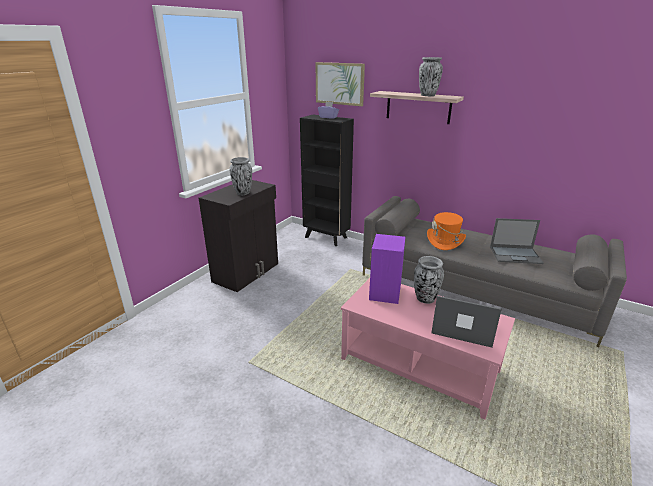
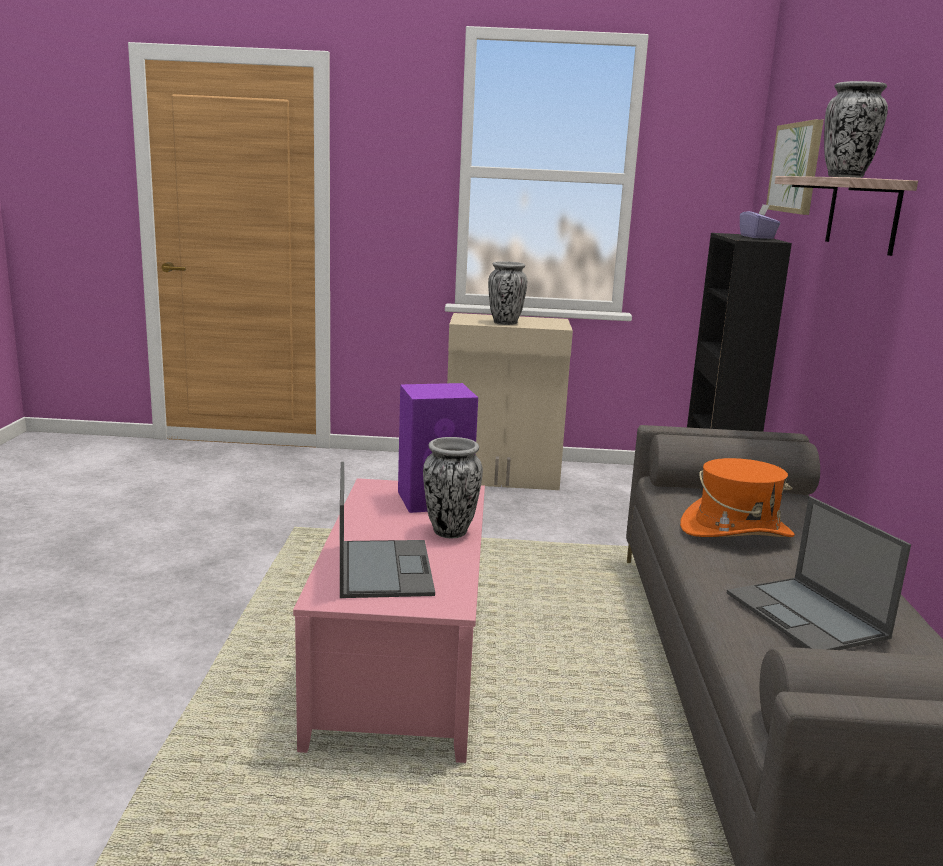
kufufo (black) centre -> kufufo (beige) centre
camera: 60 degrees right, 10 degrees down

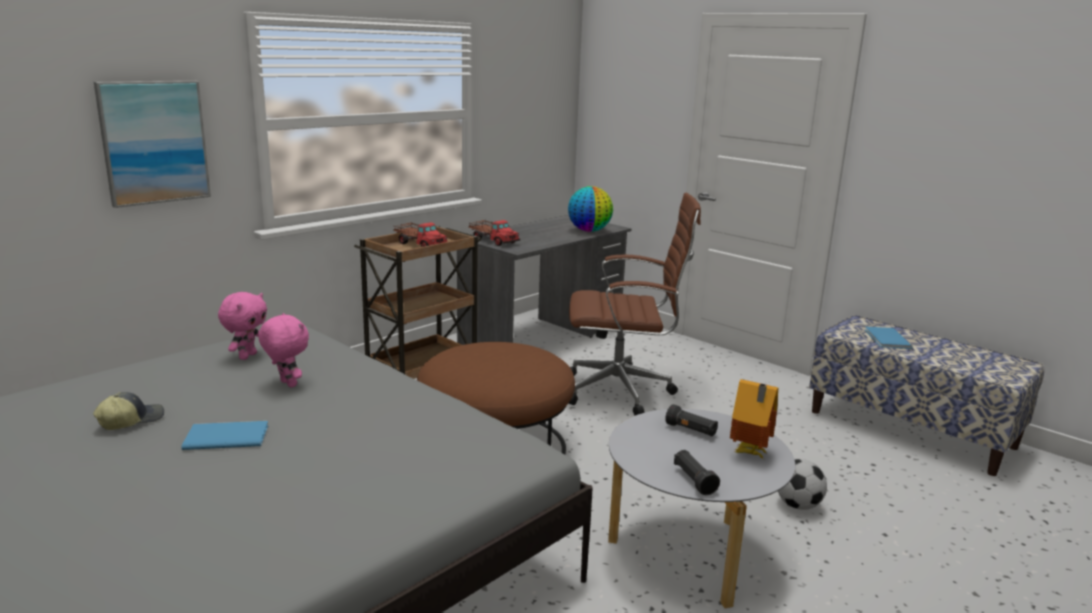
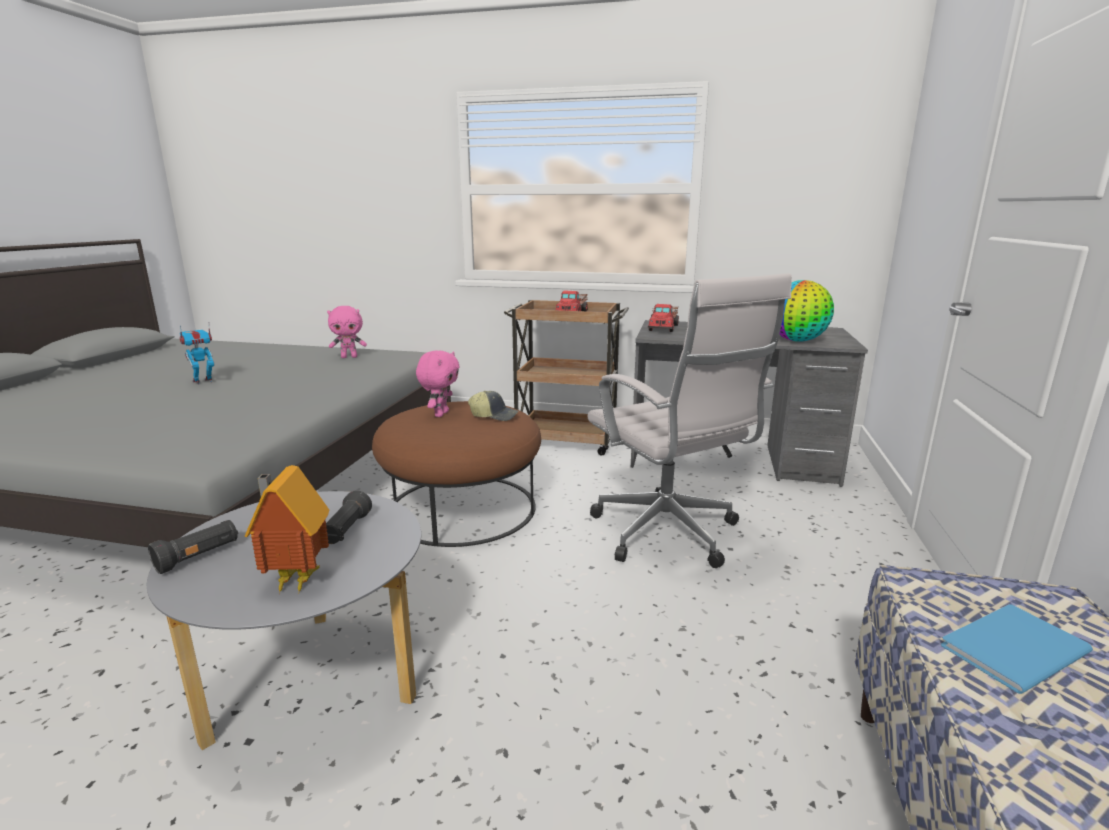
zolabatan bottom left -> zolabatan centre, moved
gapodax top left -> none
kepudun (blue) (1st from left) bottom left -> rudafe middle left
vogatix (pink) (2nd from left) middle left -> vogatix (pink) (2nd from left) centre, moved
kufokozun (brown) centre -> kufokozun (white) centre
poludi bottom right -> none
camera: 60 degrees right, 0 degrees up

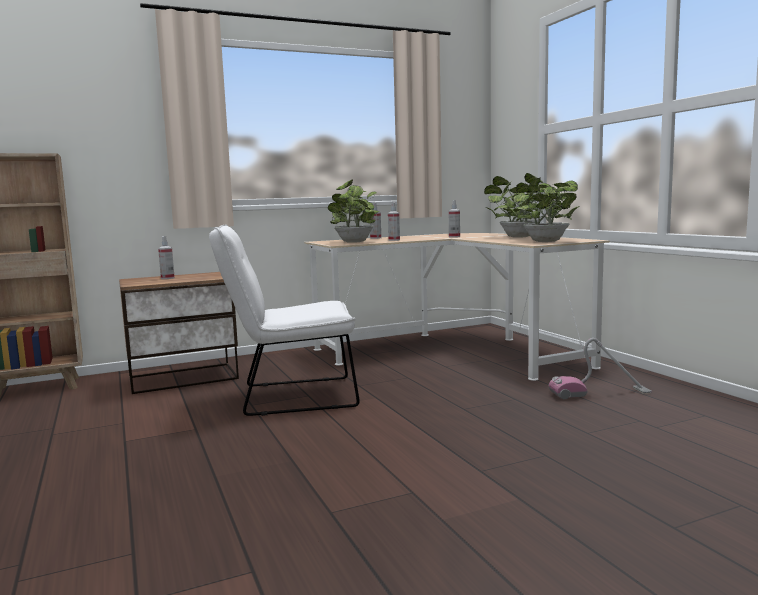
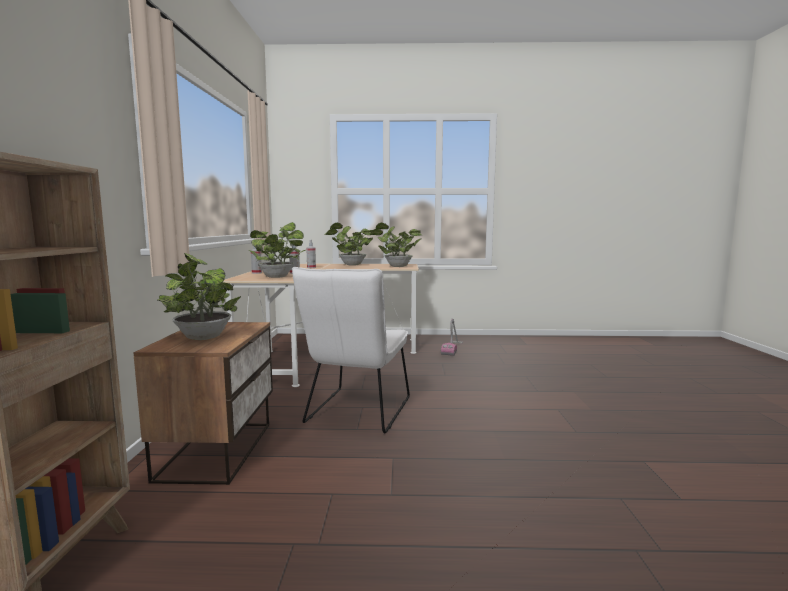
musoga (1st from left) middle left -> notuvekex (1st from left) middle left
camera: 65 degrees left, 0 degrees up

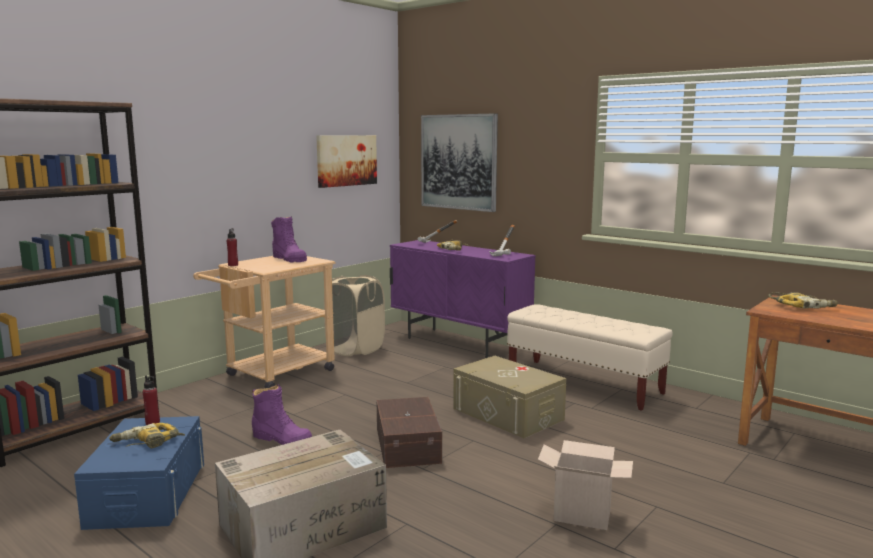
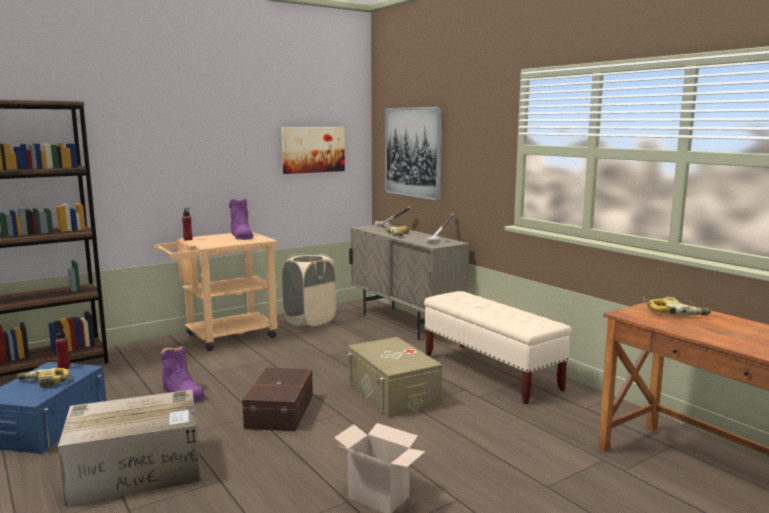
kufufo (purple) centre -> kufufo (beige) centre
camera: 15 degrees right, 0 degrees up

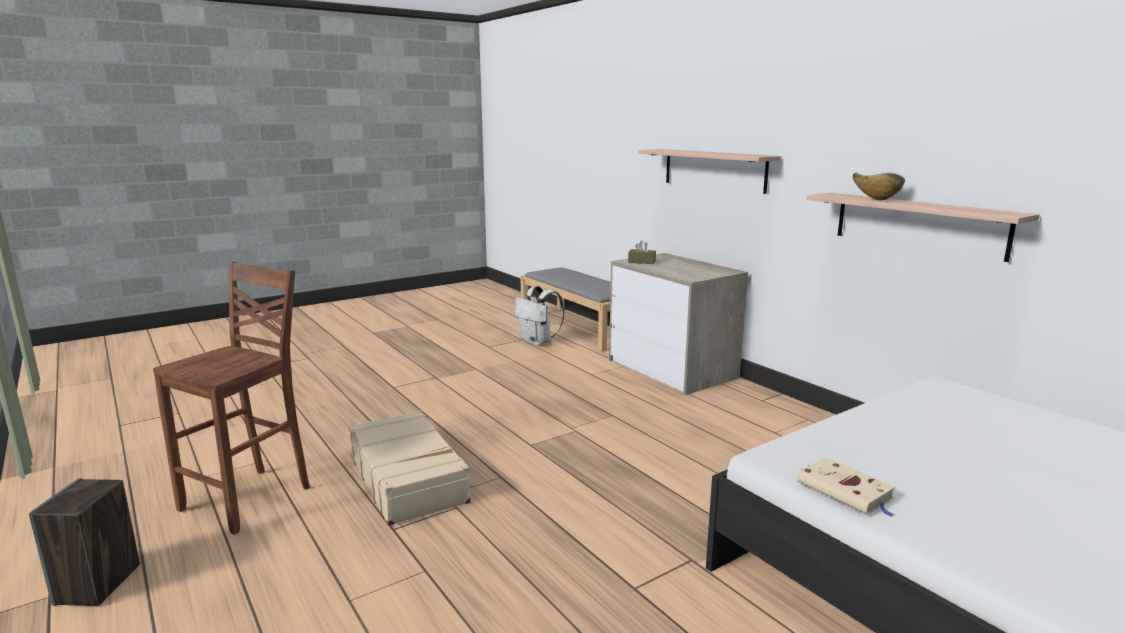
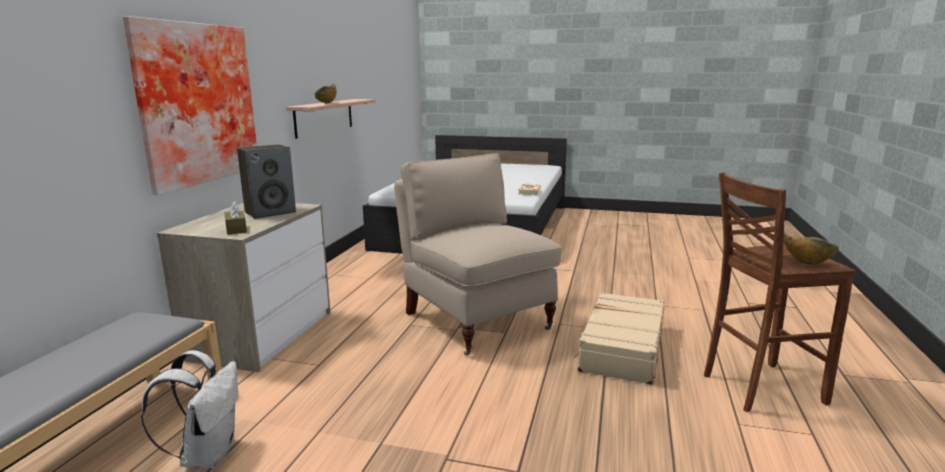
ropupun bottom left -> ropupun middle left, moved
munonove (1st from left) top centre -> gapodax top left
none -> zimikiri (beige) centre
none -> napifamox (2nd from left) middle right
camera: 130 degrees left, 0 degrees up

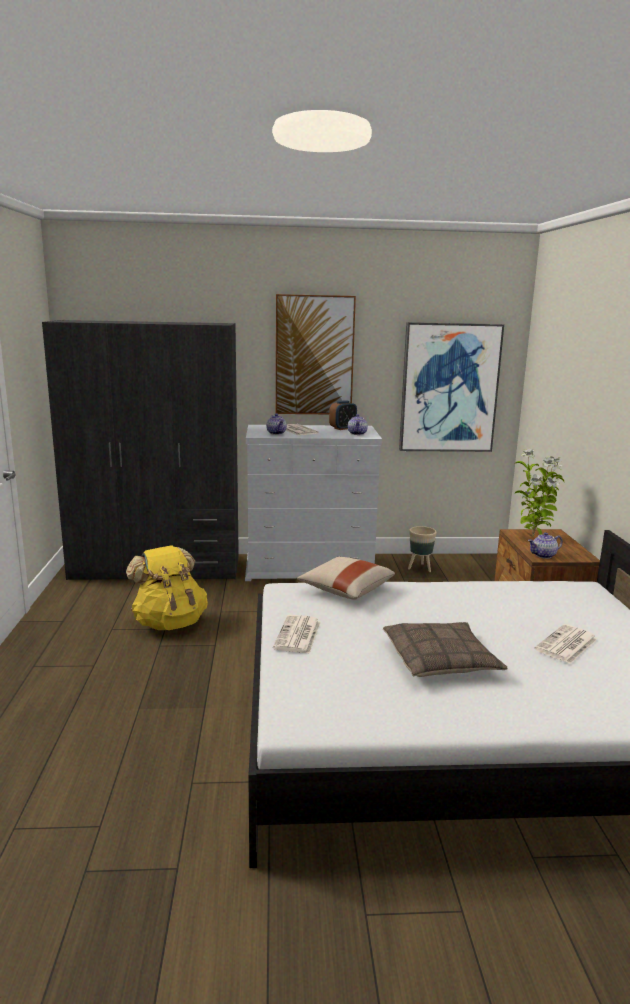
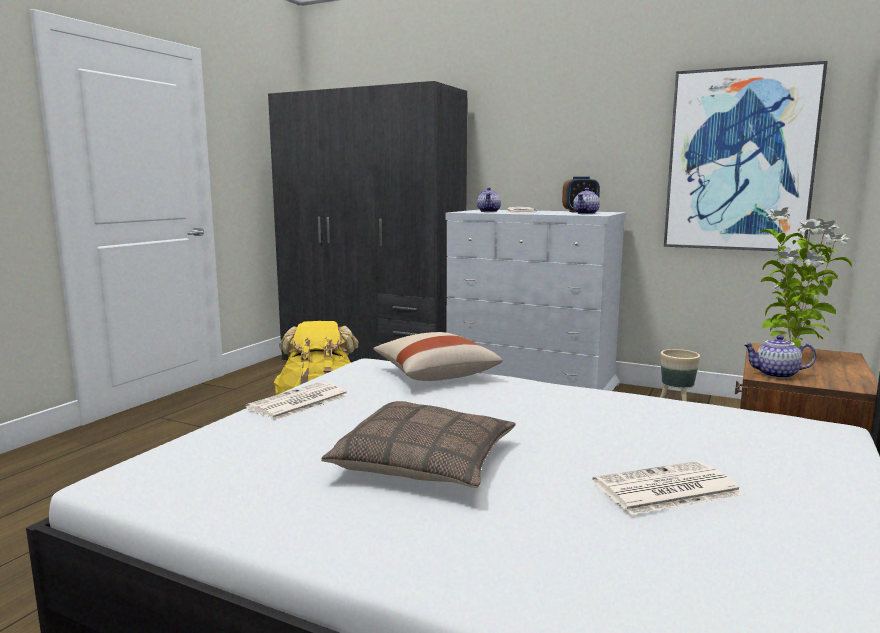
gapodax (1st from left) centre -> none
camera: 30 degrees right, 5 degrees down

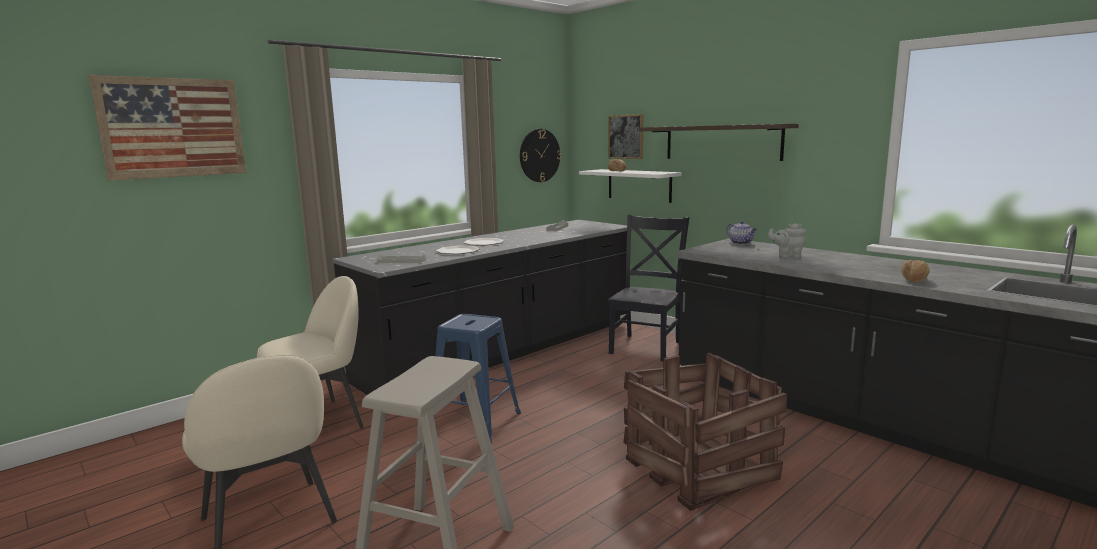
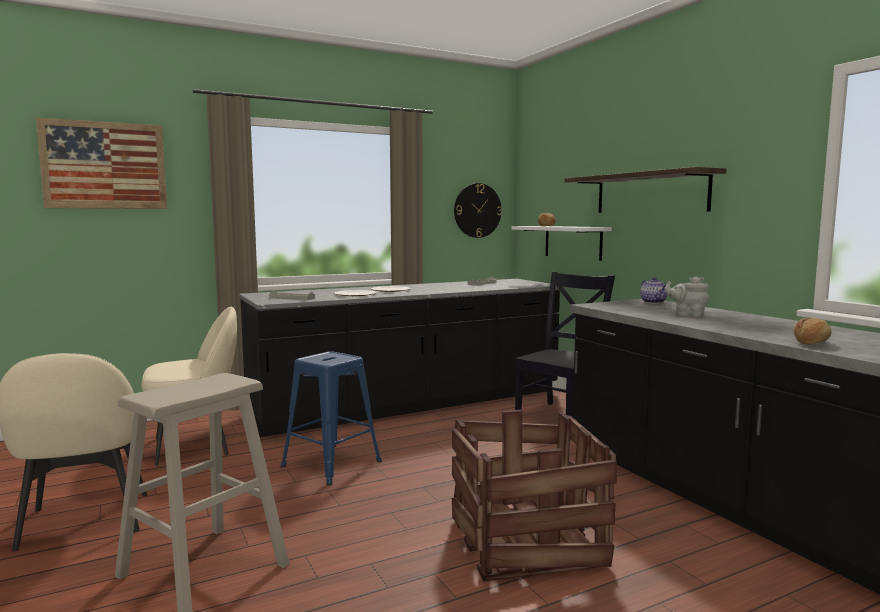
gapodax (2nd from left) top centre -> none
camera: 15 degrees right, 5 degrees down

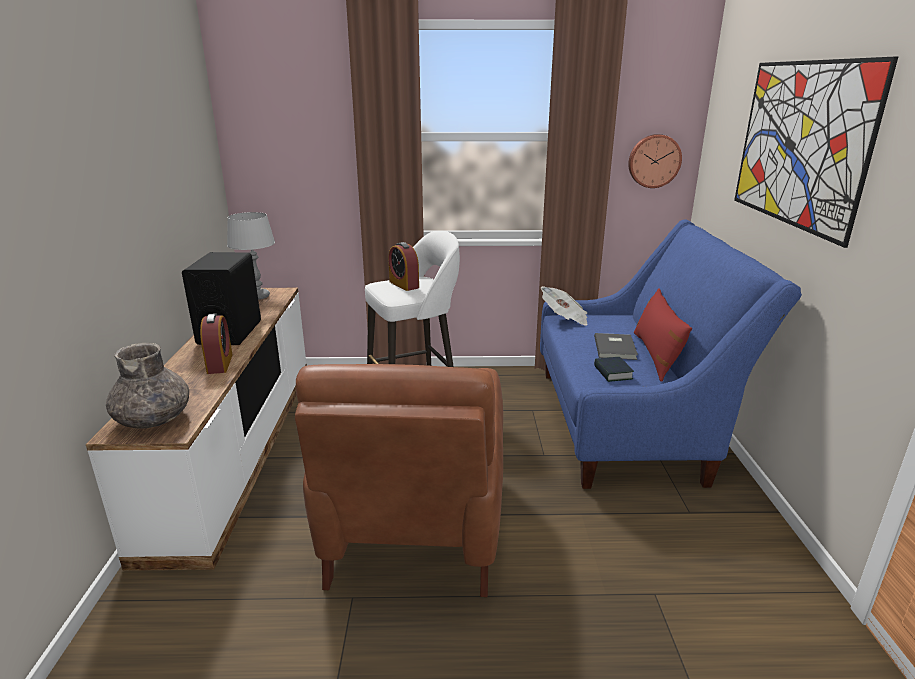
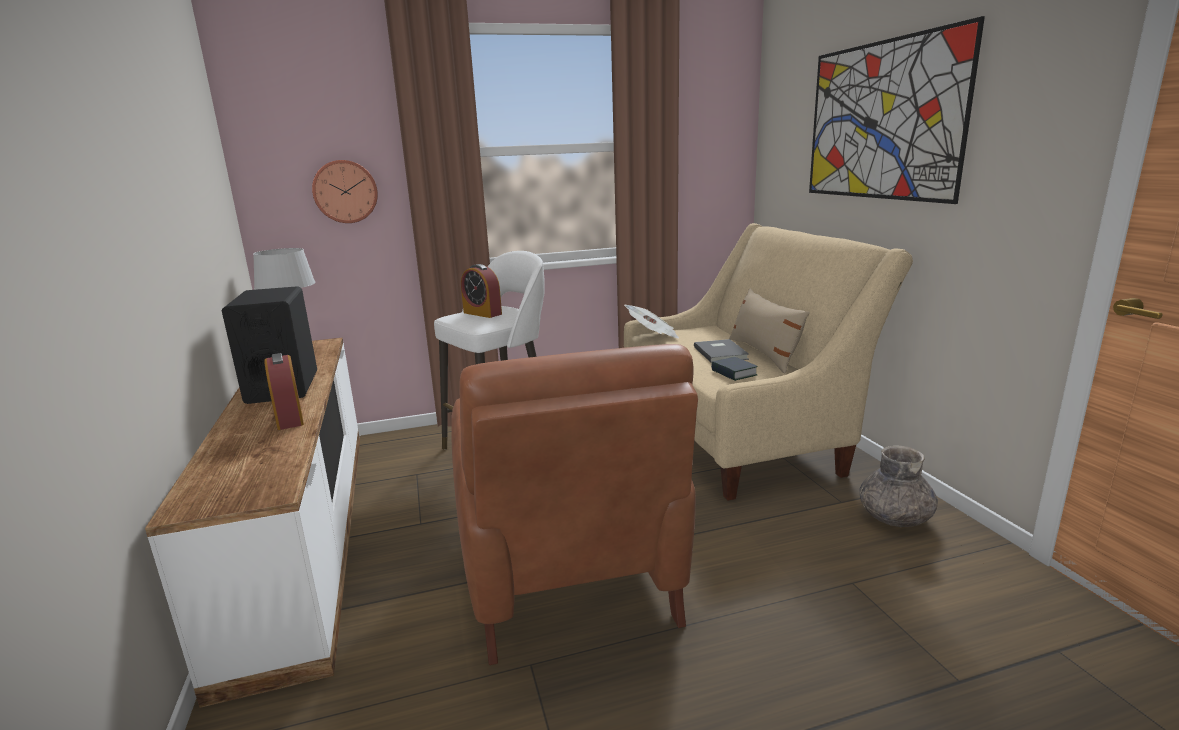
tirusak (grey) middle left -> tirusak (grey) middle right, moved
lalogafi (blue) middle right -> lalogafi (beige) centre
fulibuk top right -> fulibuk top left, moved
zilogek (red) middle right -> zilogek (beige) centre
camera: 15 degrees left, 5 degrees down

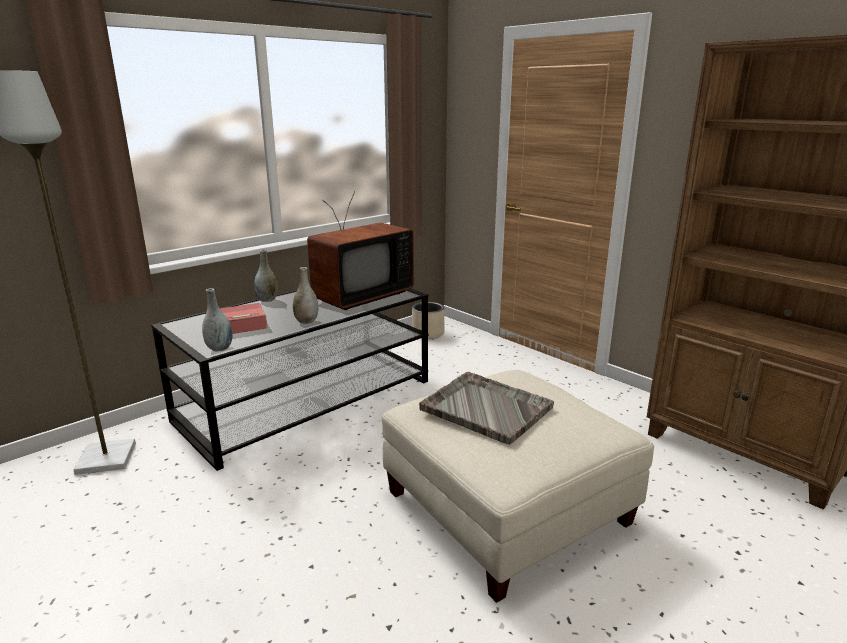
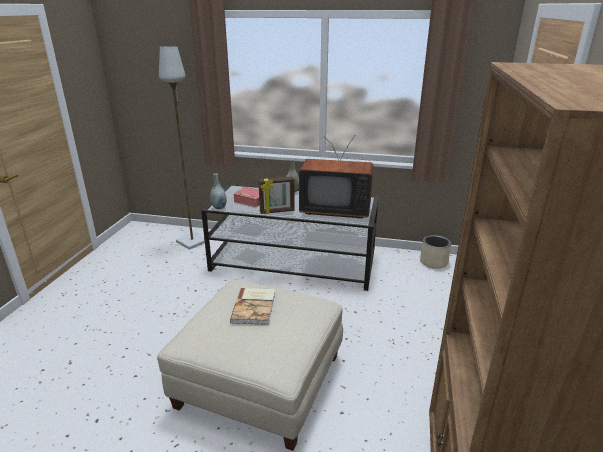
tirusak (grey) (3rd from left) centre -> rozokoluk centre
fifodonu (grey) centre -> kepudun bottom centre
camera: 55 degrees right, 5 degrees up

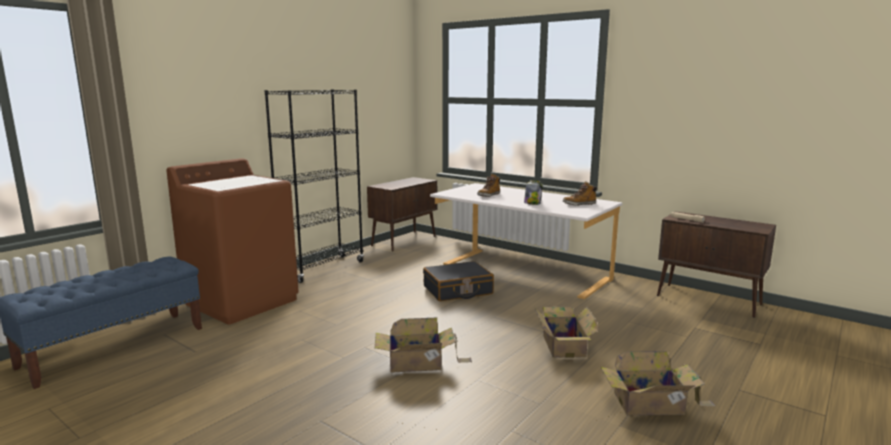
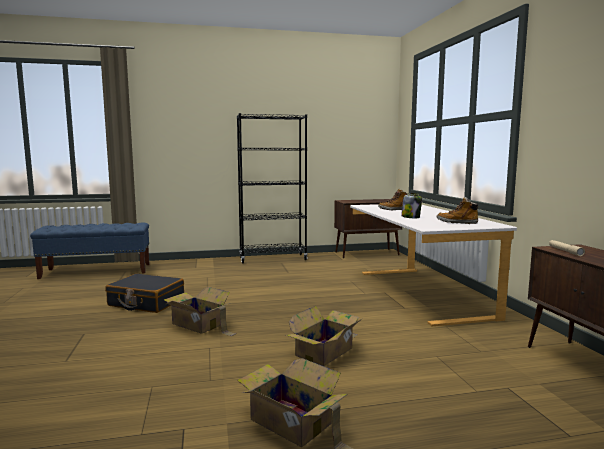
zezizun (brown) middle left -> none
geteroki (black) centre -> geteroki (black) middle left, moved
camera: 40 degrees right, 5 degrees down

